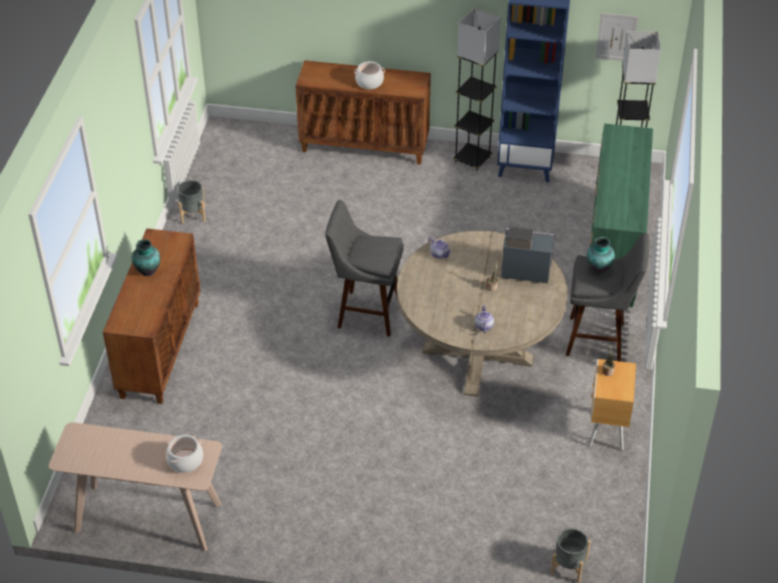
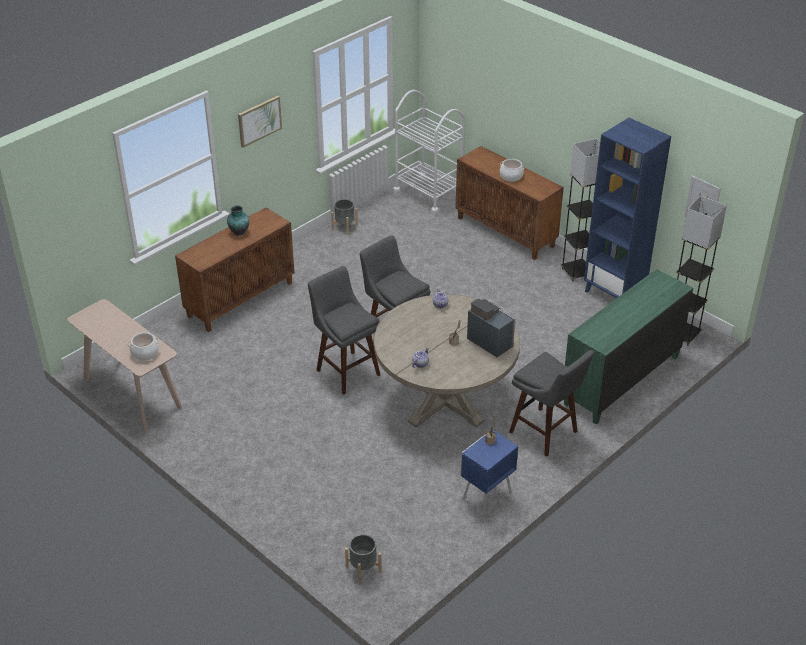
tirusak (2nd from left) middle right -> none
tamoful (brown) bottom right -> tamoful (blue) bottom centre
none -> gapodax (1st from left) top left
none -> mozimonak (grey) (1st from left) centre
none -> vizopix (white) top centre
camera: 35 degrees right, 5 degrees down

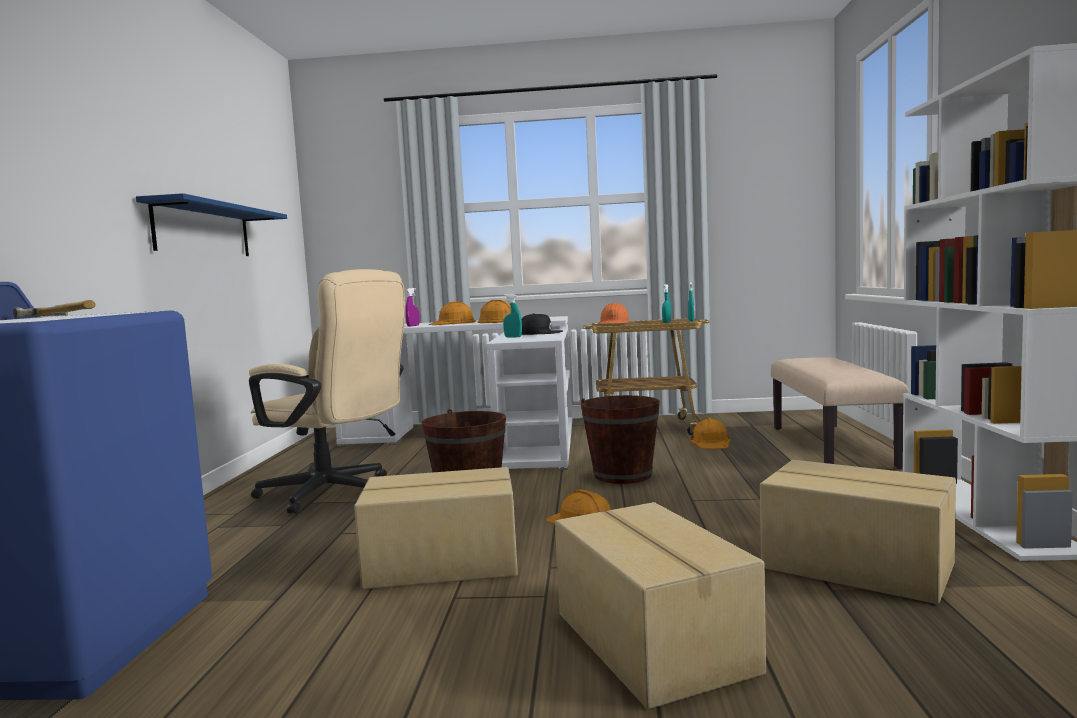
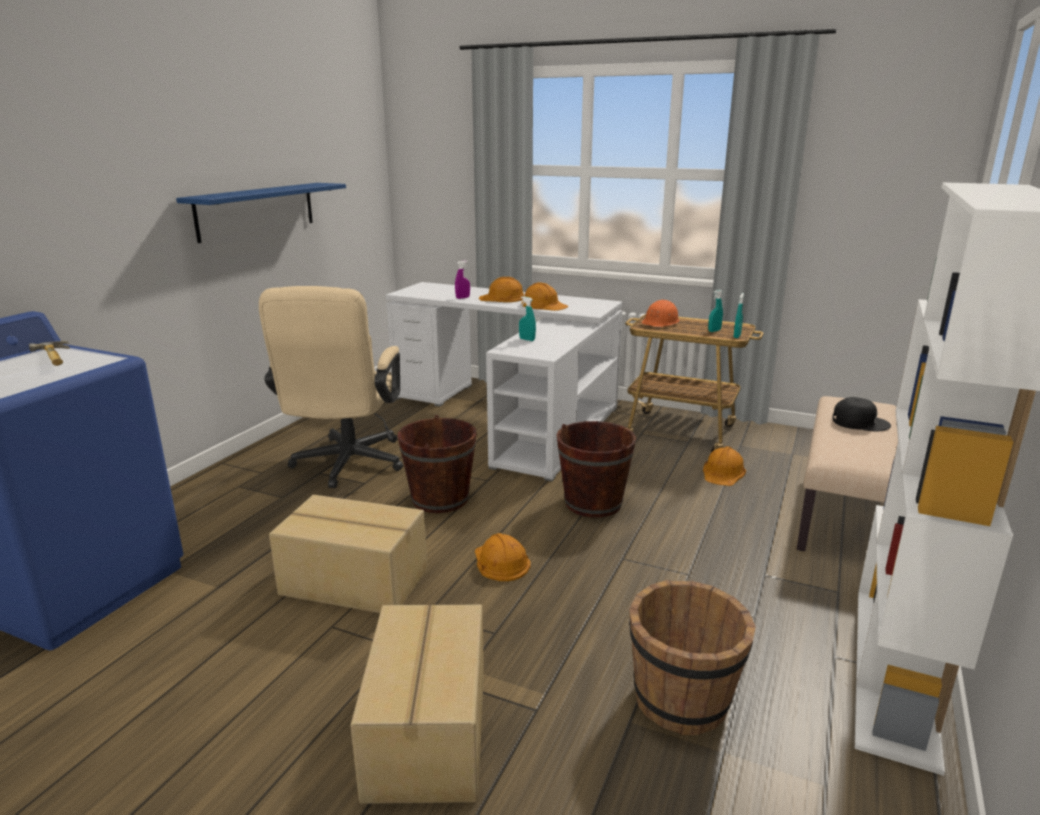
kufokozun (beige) middle left, 45 degrees clockwise
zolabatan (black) centre -> zolabatan (black) middle right, moved
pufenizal (3rd from left) bottom right -> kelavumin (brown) (3rd from left) bottom centre
camera: 20 degrees right, 15 degrees up

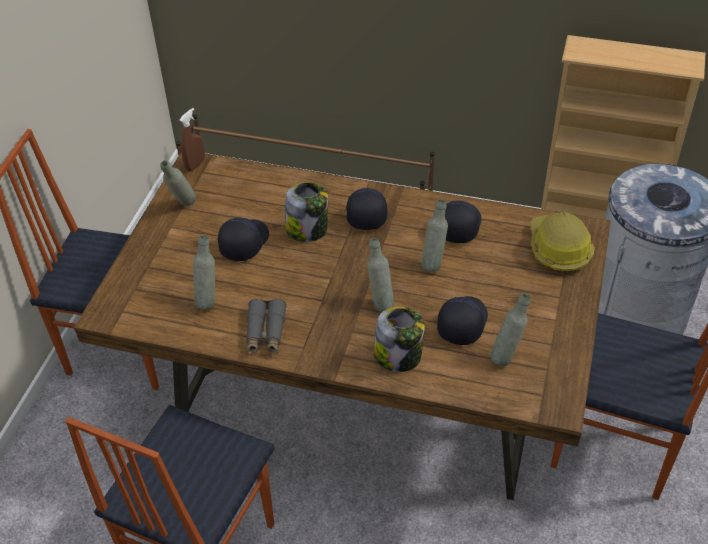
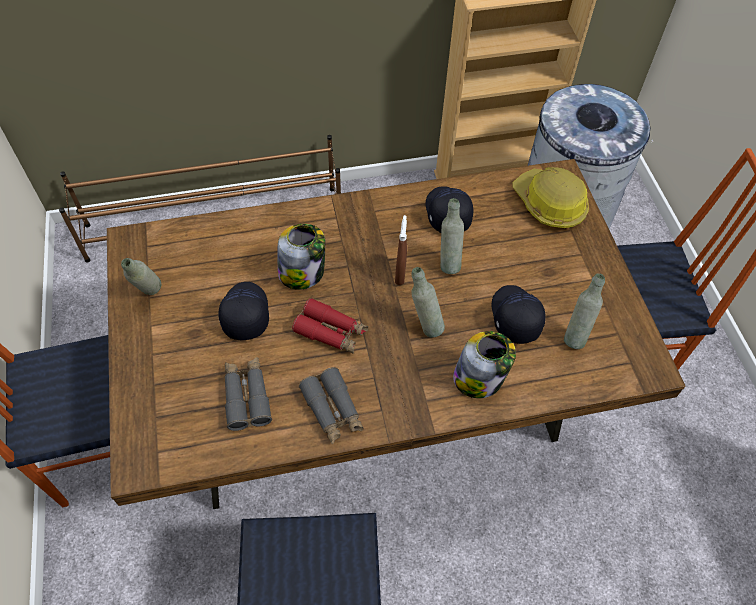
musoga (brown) top left -> musoga (brown) centre, moved
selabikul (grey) (2nd from left) middle left -> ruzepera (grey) (1st from left) middle left
zolabatan (black) (2nd from left) centre -> none
none -> ruzepera (red) centre
camera: 30 degrees left, 10 degrees up

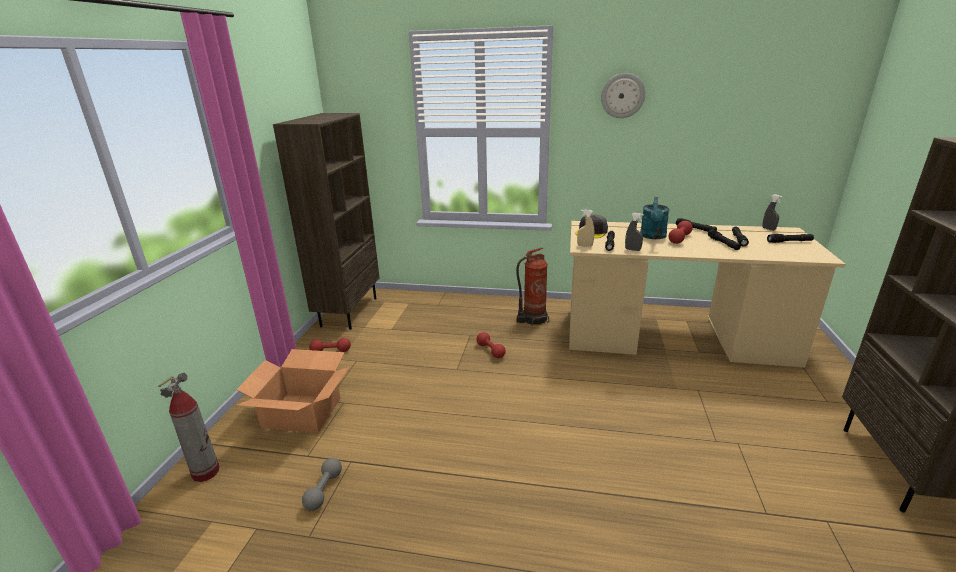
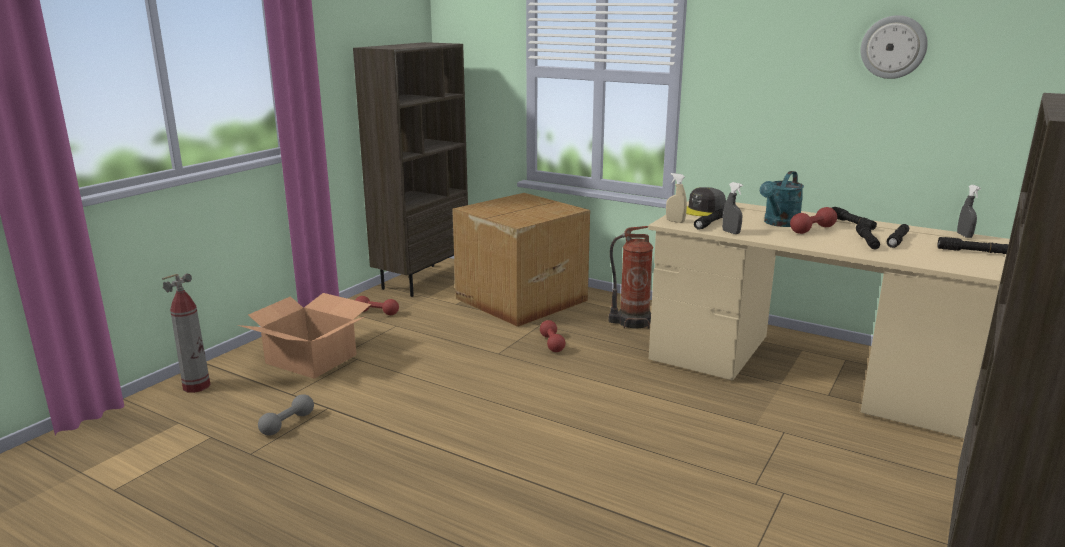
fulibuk top centre -> fulibuk top right, moved
none -> pufenizal (2nd from left) centre
camera: 20 degrees right, 5 degrees down

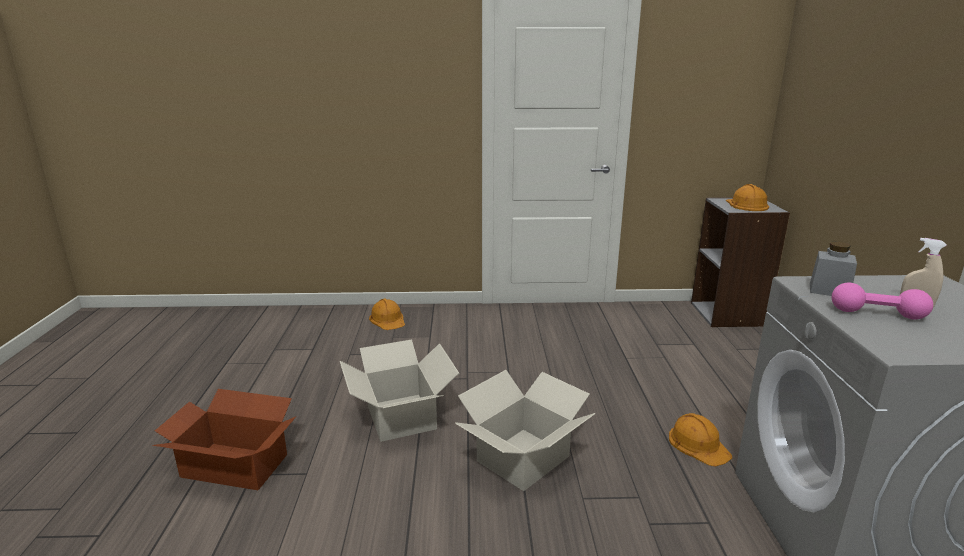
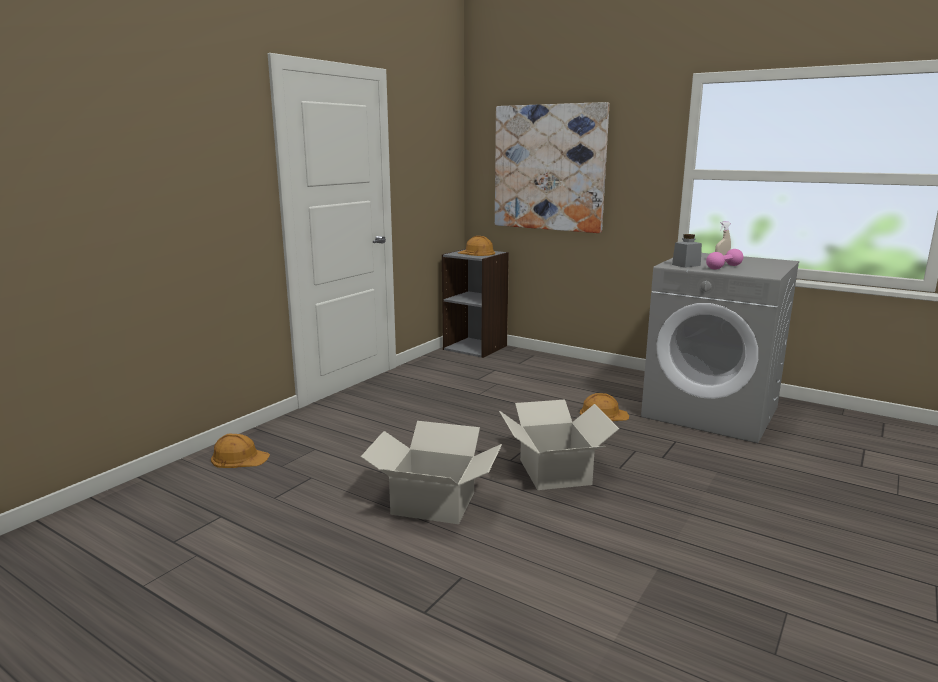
pufenizal (1st from left) bottom left -> none
none -> gapodax top centre
camera: 55 degrees left, 5 degrees down

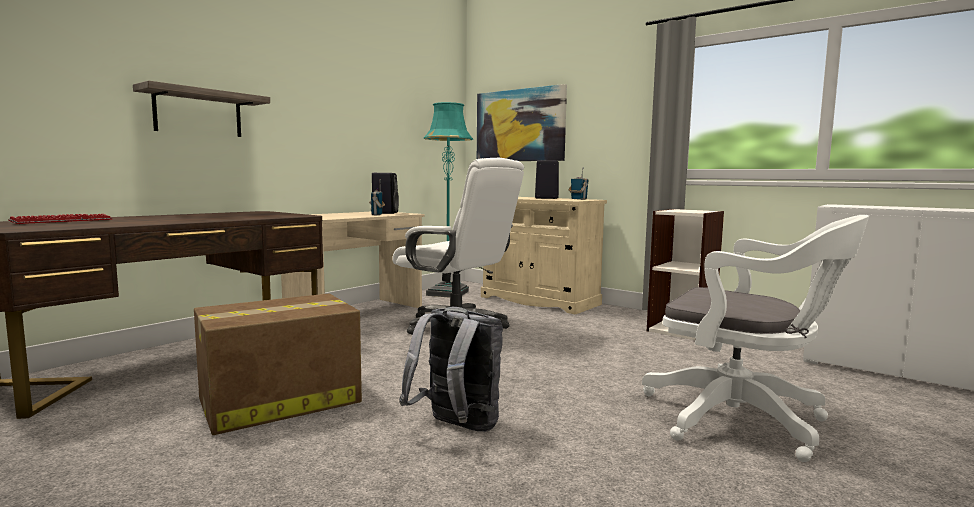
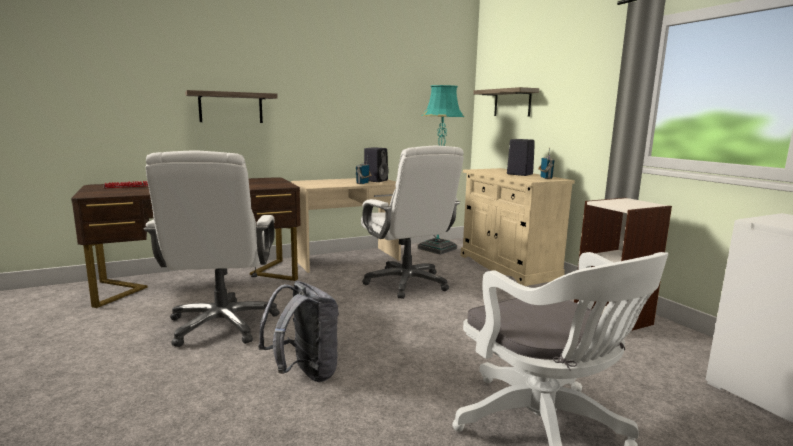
pufenizal bottom left -> kufokozun (white) (1st from left) middle left
gapodax top centre -> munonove (2nd from left) top centre
camera: 25 degrees right, 5 degrees up

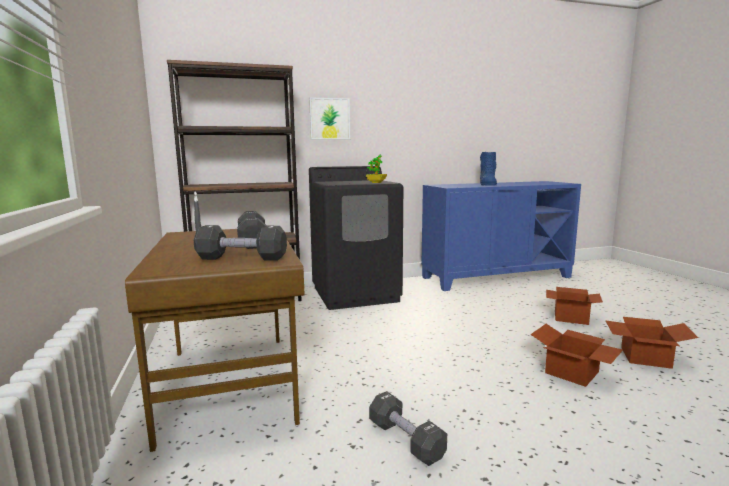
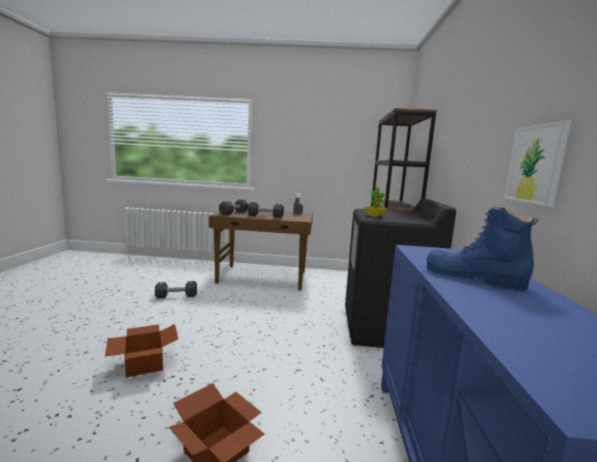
gapodax top centre -> gapodax middle right, moved
pufenizal (3rd from left) bottom right -> none
camera: 110 degrees right, 0 degrees up

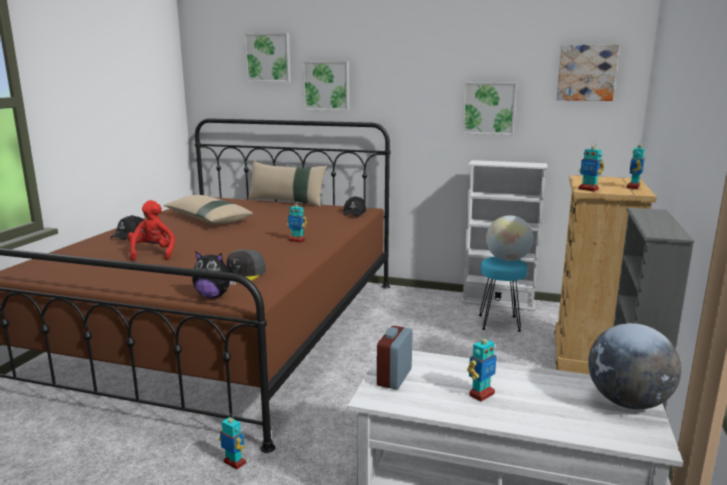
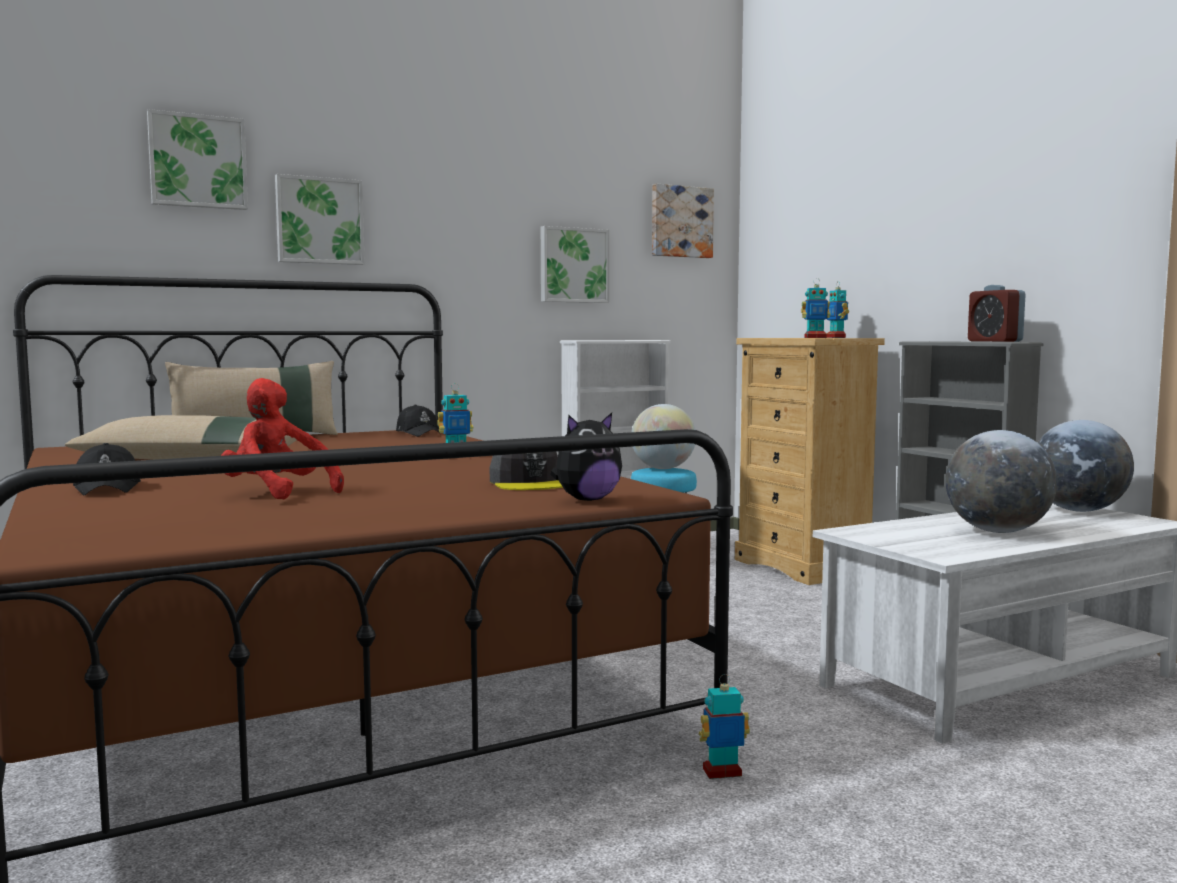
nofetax bottom centre -> nofetax middle right, moved
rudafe (3rd from left) bottom centre -> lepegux (2nd from left) middle right
camera: 45 degrees left, 10 degrees down

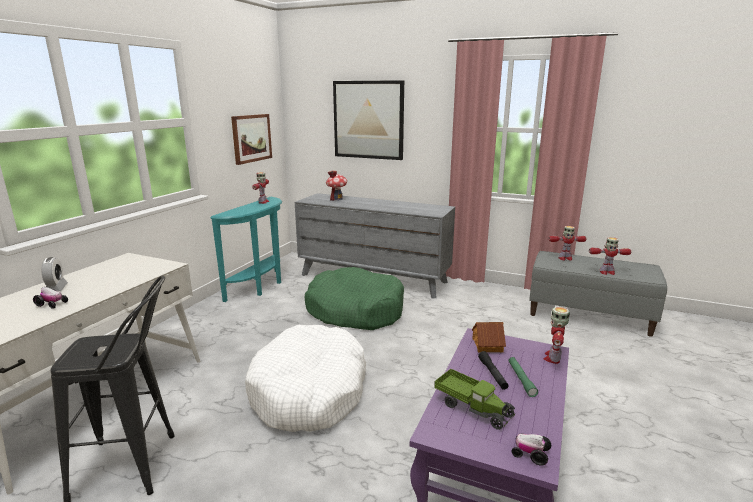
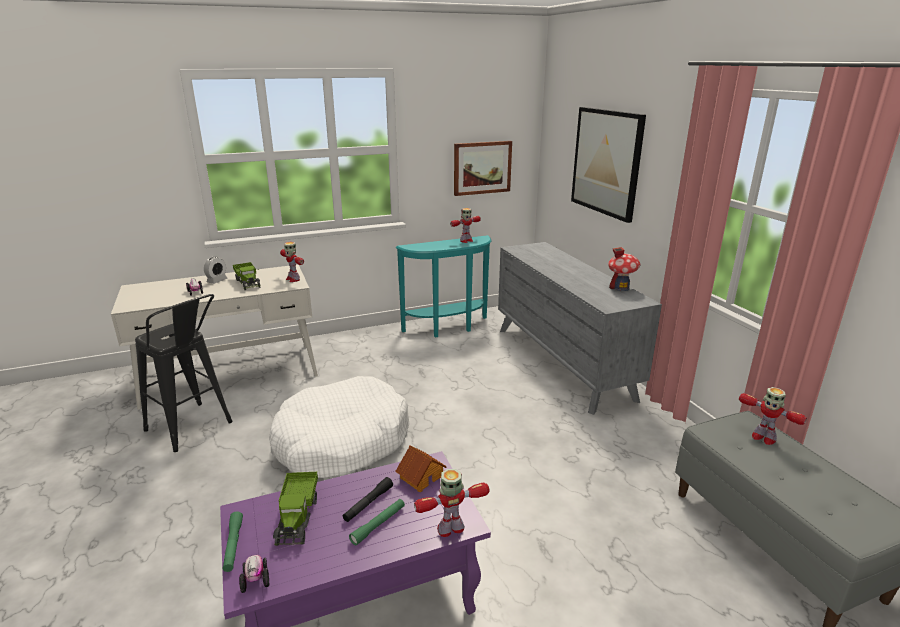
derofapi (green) centre -> none
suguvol (1st from left in the first image) centre -> suguvol (2nd from left) middle right, moved
rudafe (4th from left in the first image) middle right -> rudafe (1st from left) middle left, moved
none -> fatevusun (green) (1st from left) bottom left
none -> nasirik (1st from left) middle left
camera: 45 degrees right, 5 degrees up

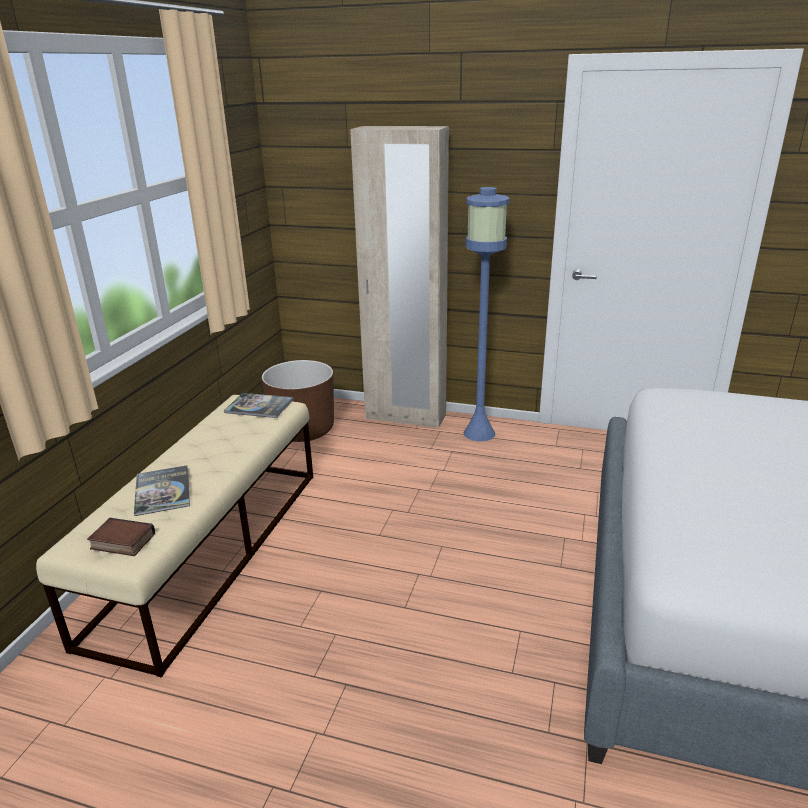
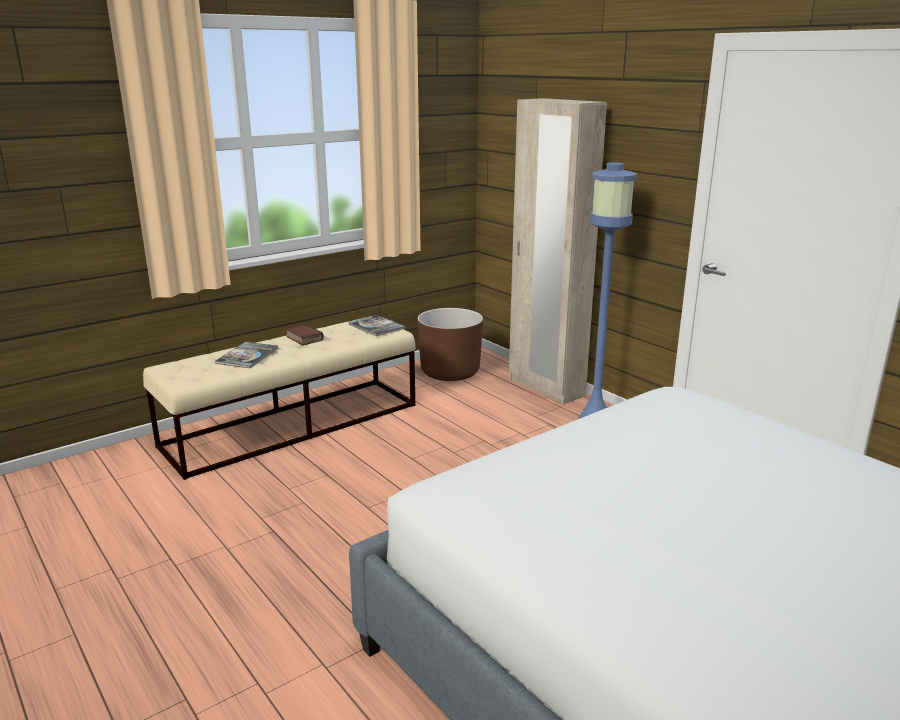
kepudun (1st from left in the first image) middle left -> kepudun (2nd from left) centre, moved
camera: 35 degrees right, 5 degrees down

